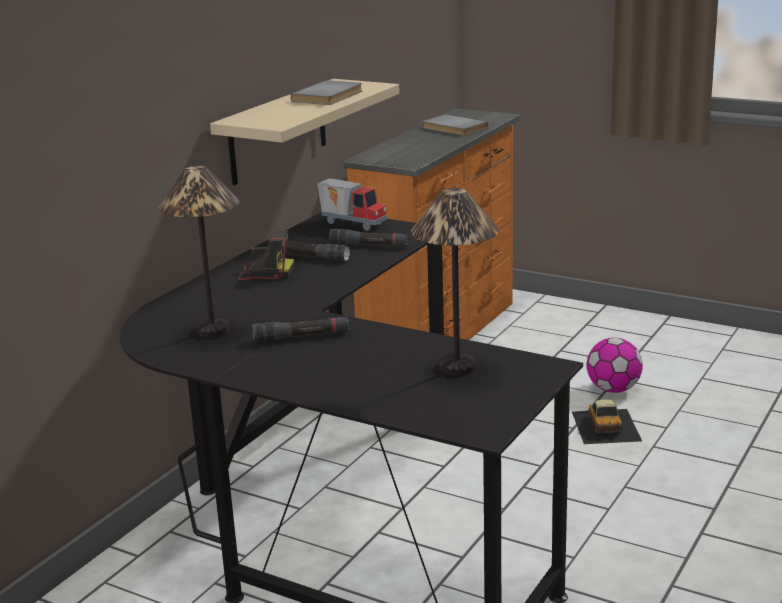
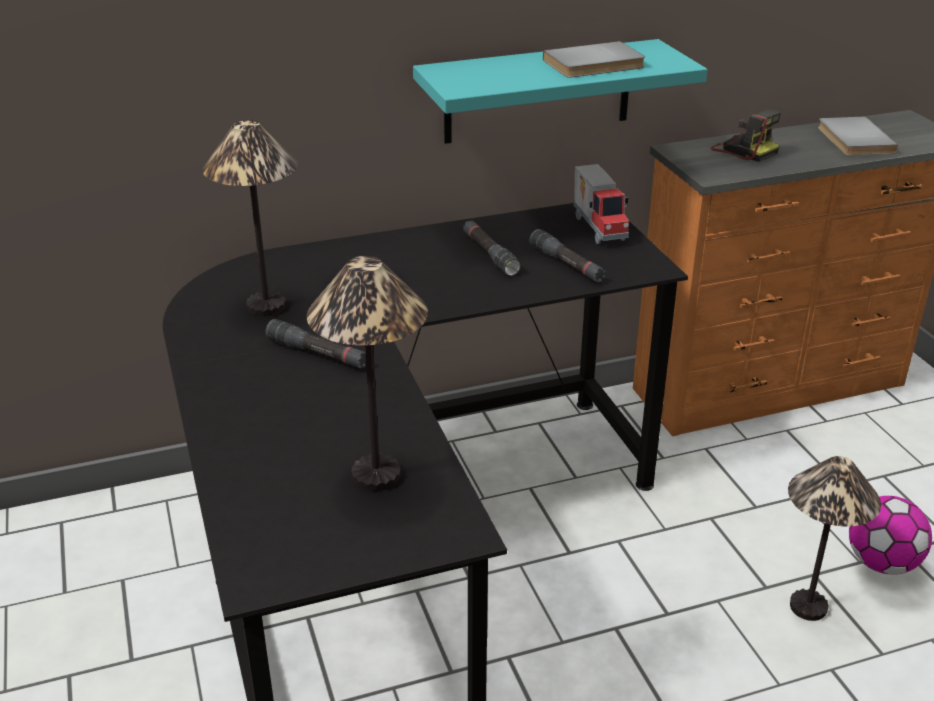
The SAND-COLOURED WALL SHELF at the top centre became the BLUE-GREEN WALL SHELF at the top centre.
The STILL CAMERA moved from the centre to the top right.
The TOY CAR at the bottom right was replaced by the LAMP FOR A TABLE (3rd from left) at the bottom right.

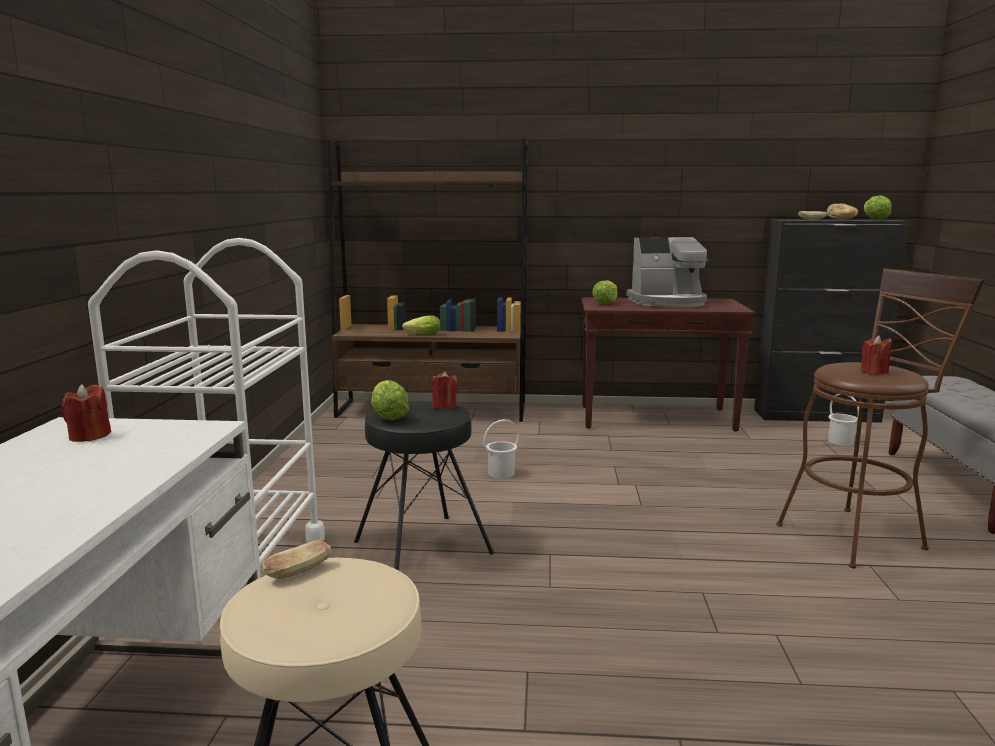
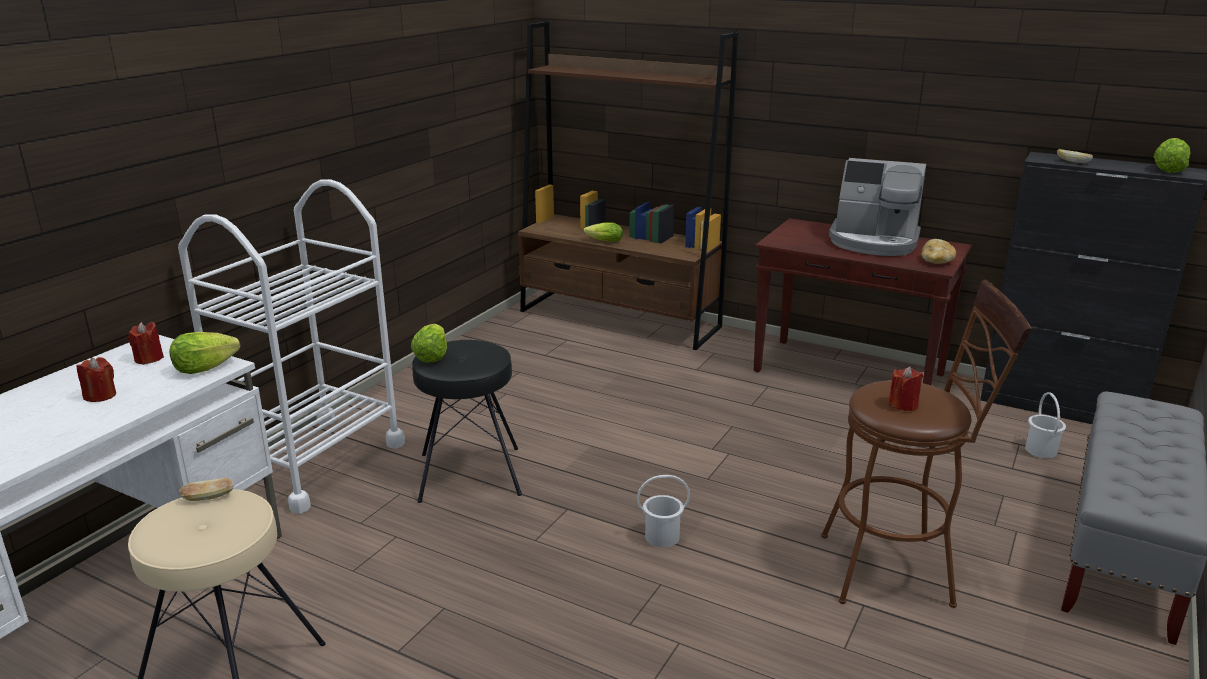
The BAKERY BREAD (3rd from left in the first image) moved from the top right to the middle right.
The LETTUCE (3rd from left in the first image) moved from the centre to the middle left.
The RED WAX LIGHT (2nd from left in the first image) moved from the centre to the middle left.
The WHITE BUCKET (1st from left) moved from the centre to the bottom centre.

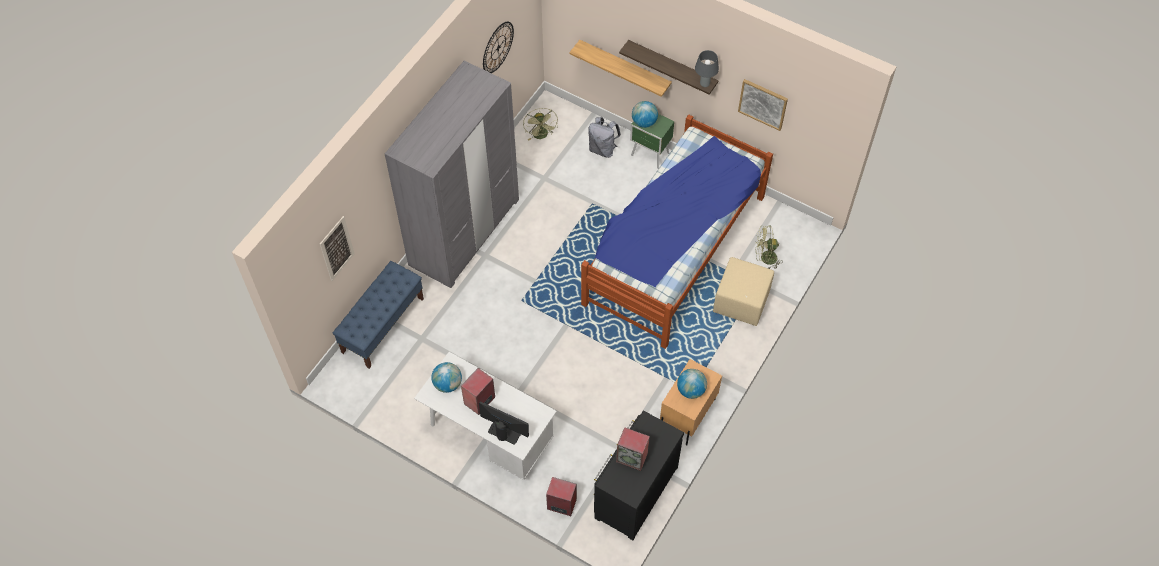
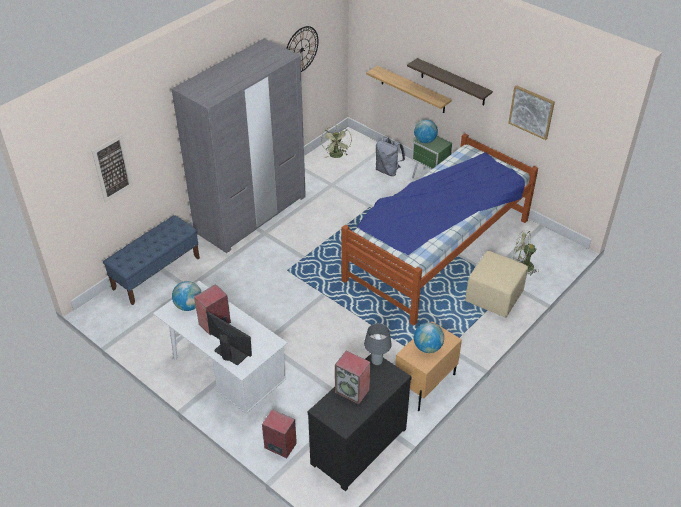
The GREYISH LAMP FOR A TABLE moved from the top centre to the bottom centre.

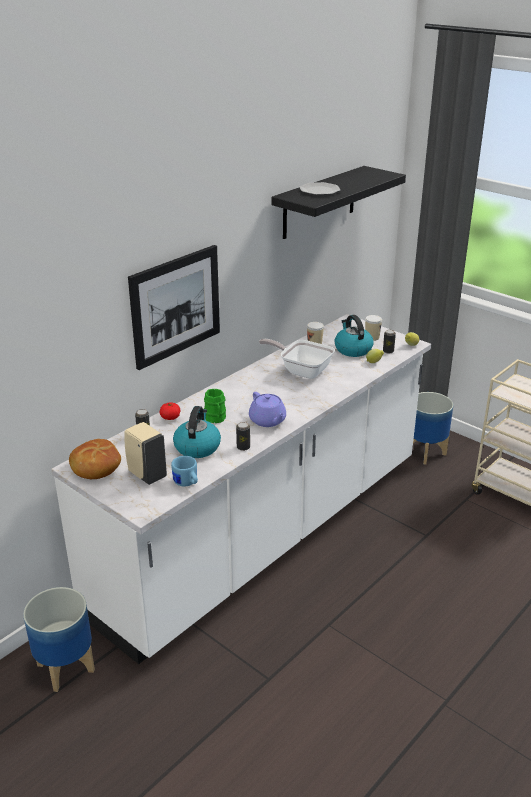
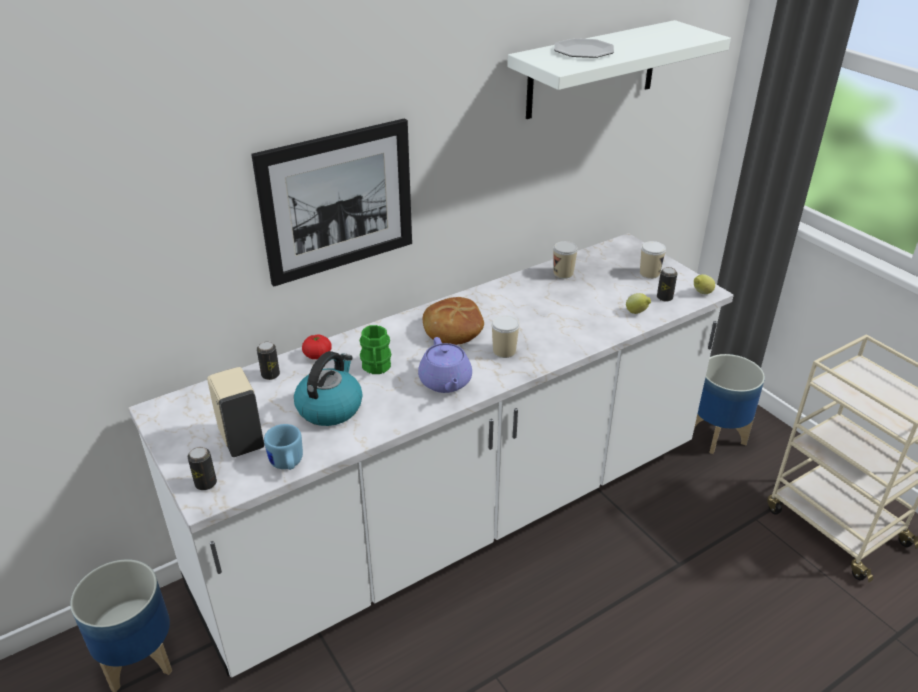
The BLACKISH WALL SHELF at the top centre became the WHITE WALL SHELF at the top right.
The WATER KETTLE (2nd from left) at the middle right disappeared.
The SKILLET at the centre disappeared.
The SEALED CAN (2nd from left in the first image) moved from the centre to the bottom left.
The BAKERY BREAD moved from the middle left to the centre.
The DRINKING CUP (1st from left) at the centre appeared.

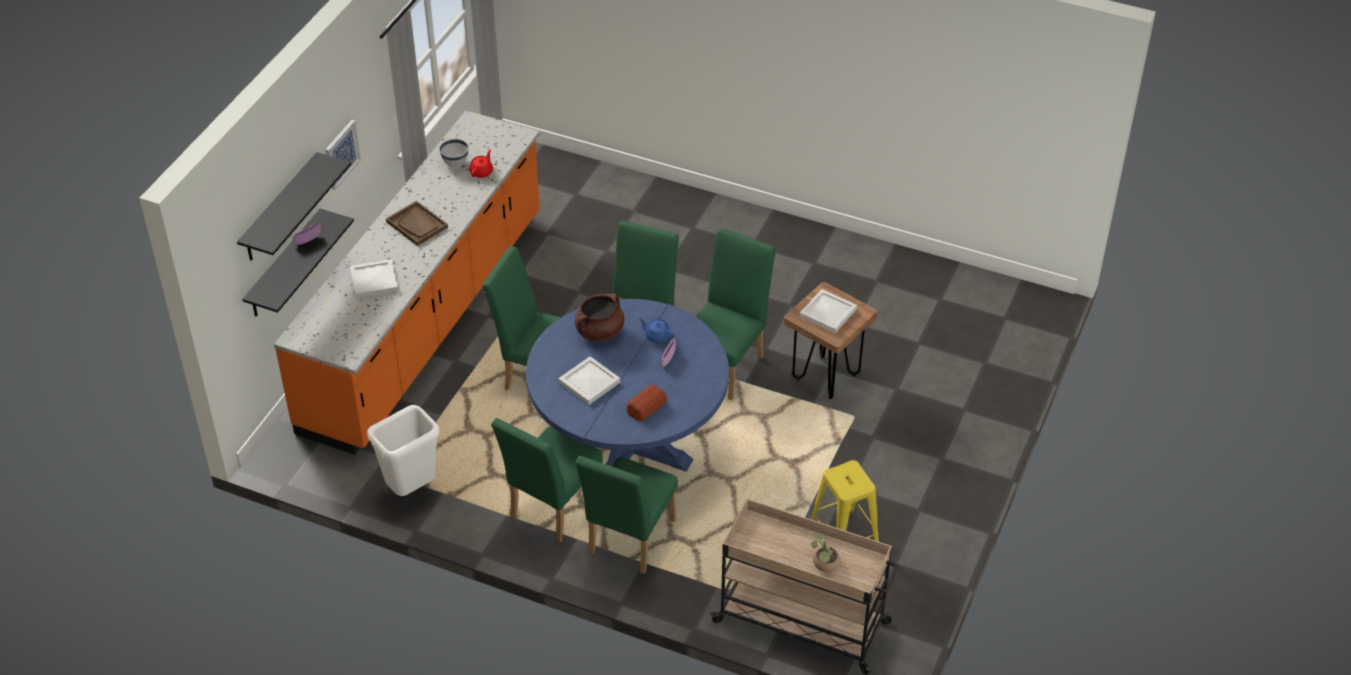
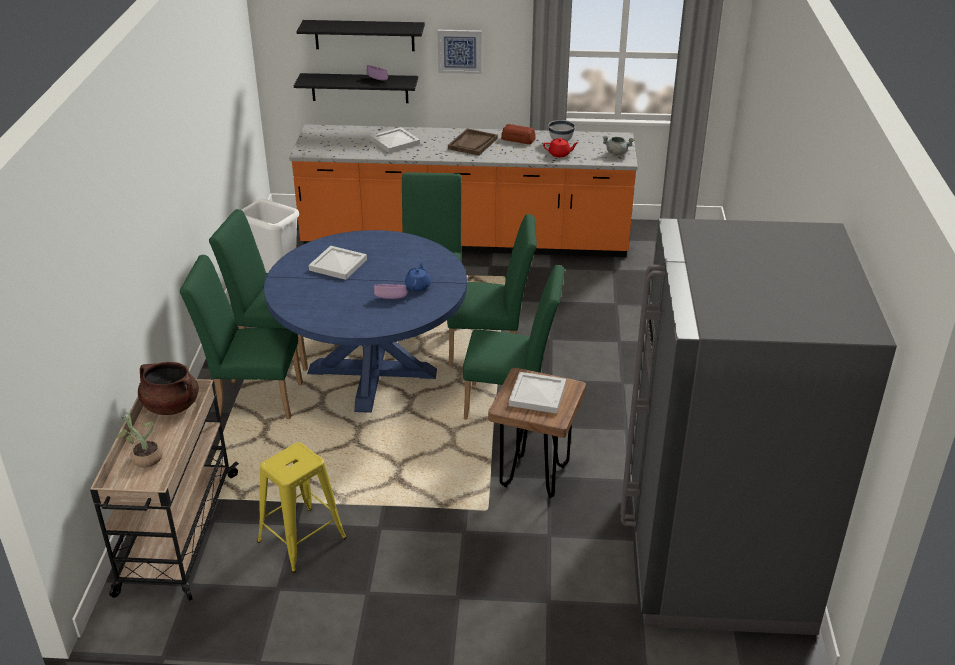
The BROWN-COLOURED SAUCEPOT moved from the centre to the middle left.
The BAKERY BREAD moved from the centre to the top centre.
The GREYISH SAUCEPOT at the top centre appeared.
The GREYISH REFRIGERATOR at the middle right appeared.

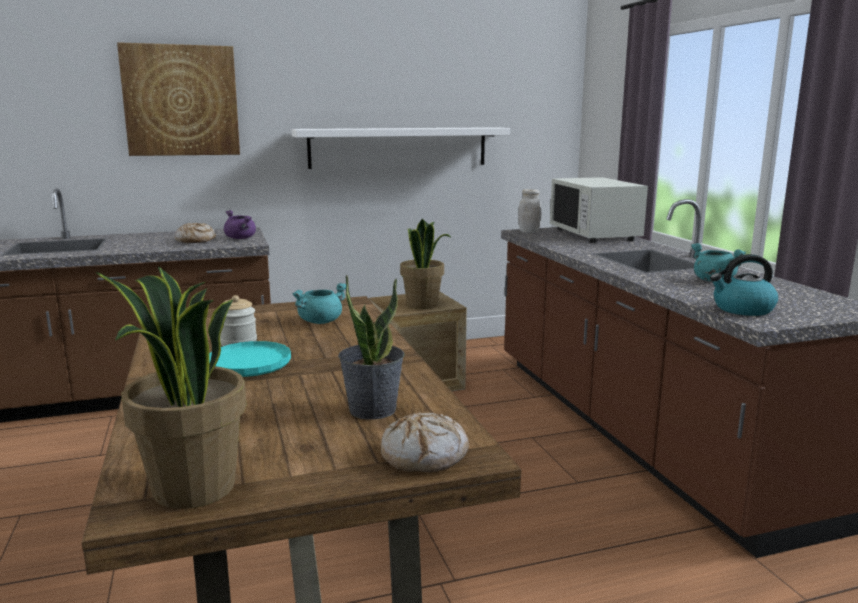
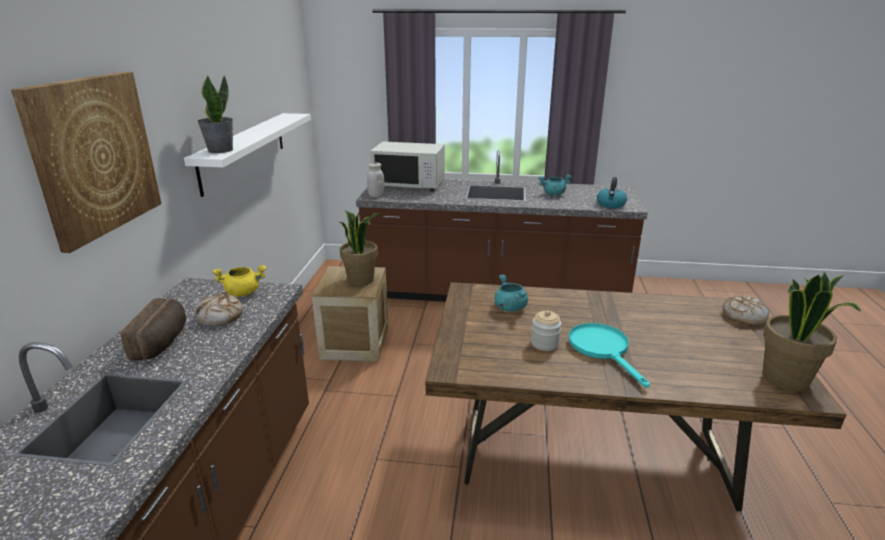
The PURPLE-COLOURED SAUCEPOT at the middle left became the YELLOWISH SAUCEPOT at the middle left.
The HOUSEPLANT (2nd from left in the first image) moved from the centre to the top left.
The BAKERY BREAD (1st from left) at the middle left appeared.

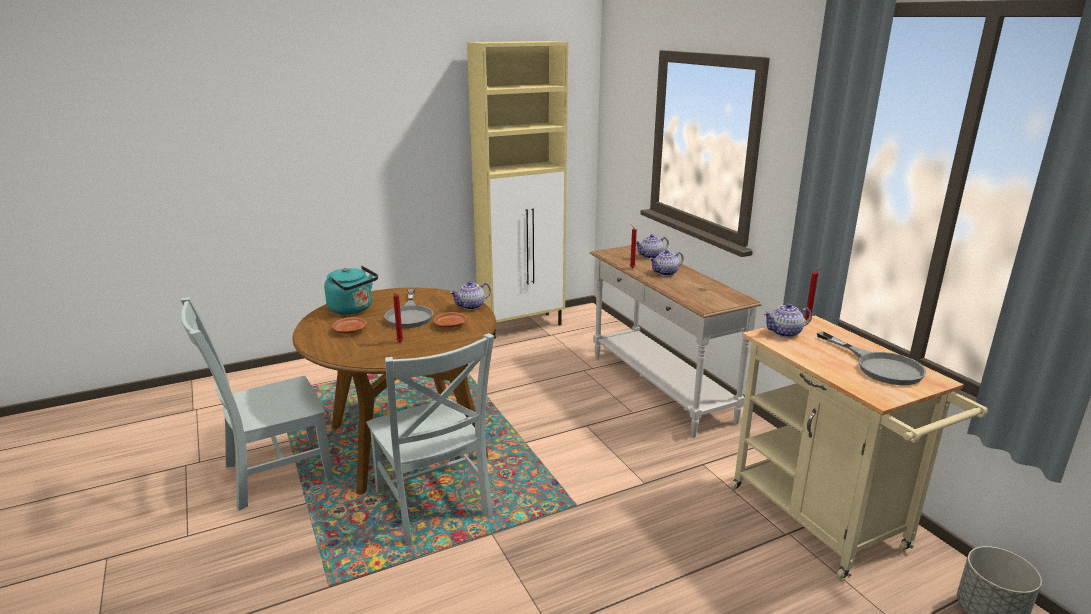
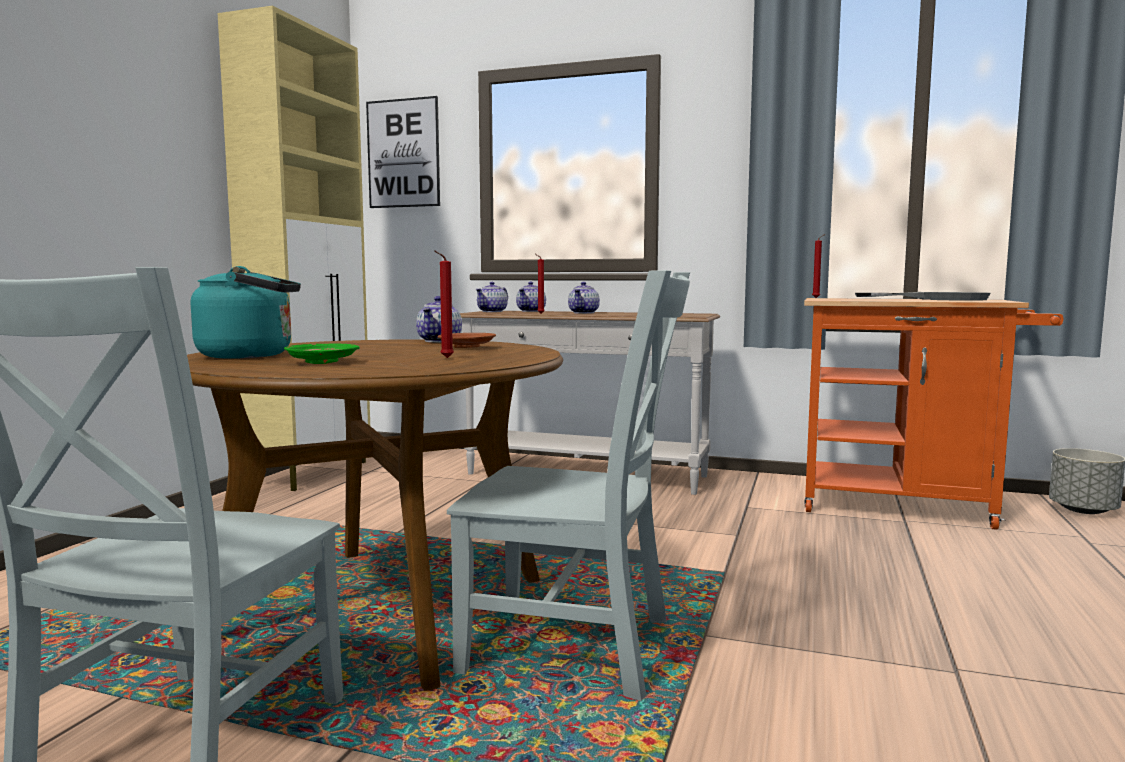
The GREYISH SKILLET (1st from left) at the centre disappeared.
The POT FOR TEA (4th from left in the first image) moved from the middle right to the centre.
The SAND-COLOURED WHEELED CART at the bottom right became the ORANGE WHEELED CART at the middle right.
The BROWN-COLOURED DINNER PLATE (1st from left) at the middle left became the GREENISH DINNER PLATE at the middle left.
The WALL PICTURE at the top centre appeared.

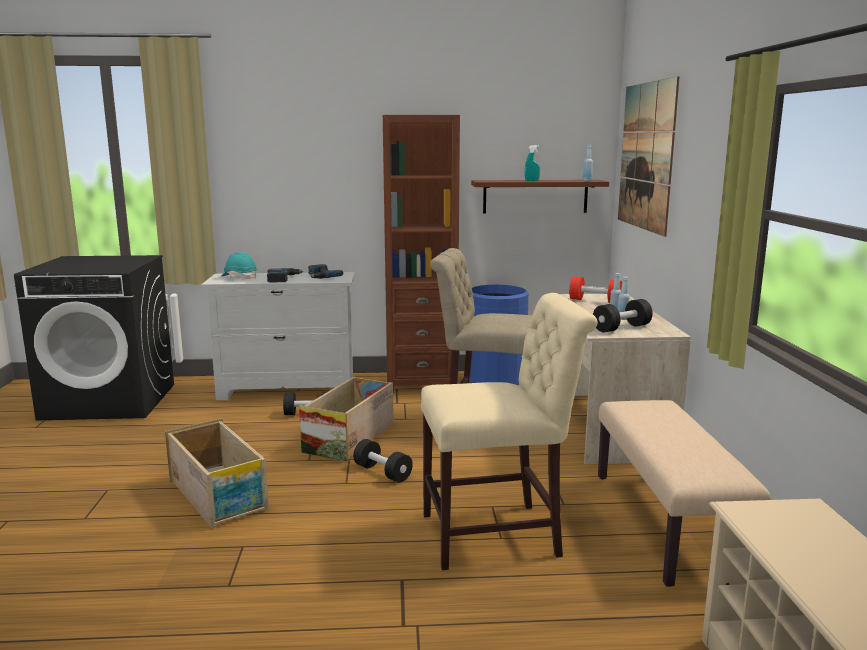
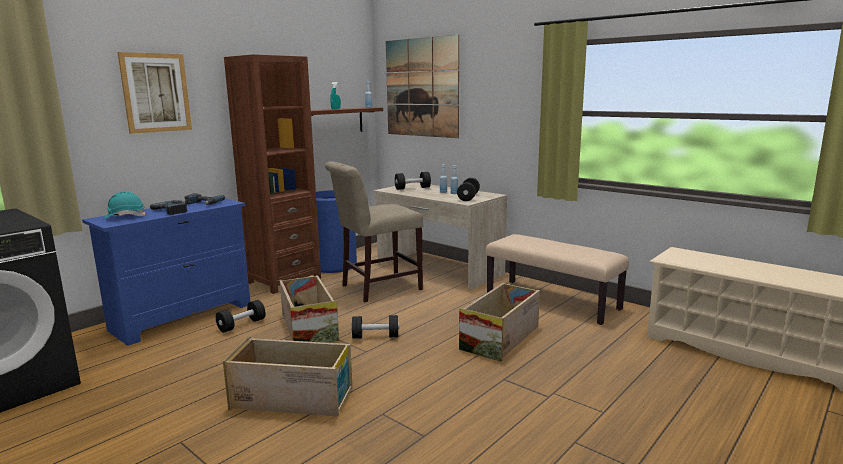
The WHITE CHEST OF DRAWERS at the middle left became the BLUISH CHEST OF DRAWERS at the middle left.
The RED DUMBBELL at the middle right became the BLACKISH DUMBBELL (3rd from left) at the centre.
The SAND-COLOURED PLAIN CHAIR (2nd from left) at the centre was replaced by the SHIPPING CRATE (3rd from left) at the bottom centre.
The WALL PICTURE (1st from left) at the top left appeared.

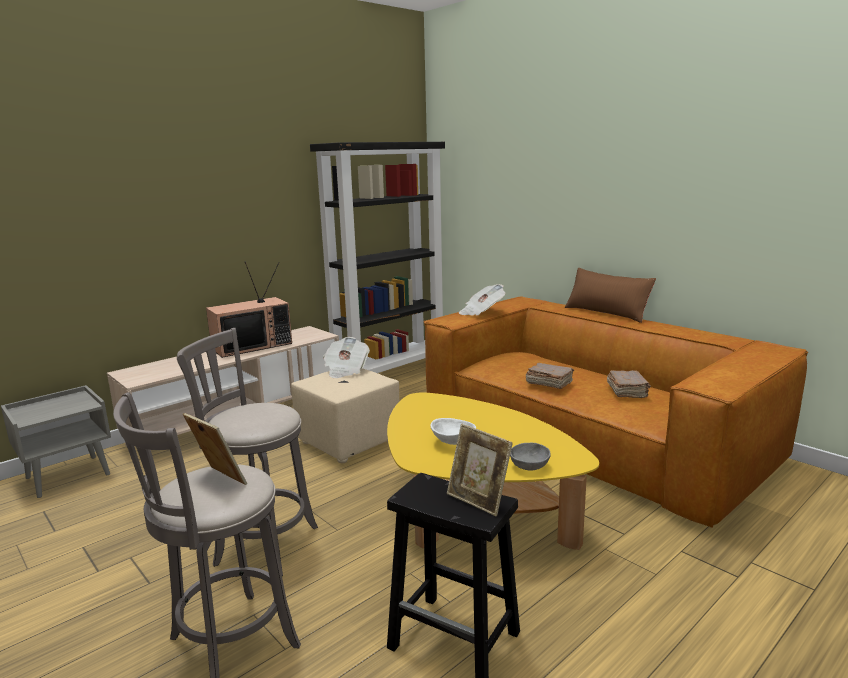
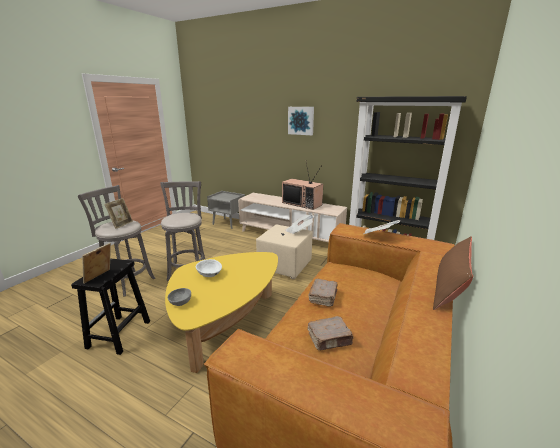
The WALL PICTURE at the top centre appeared.

